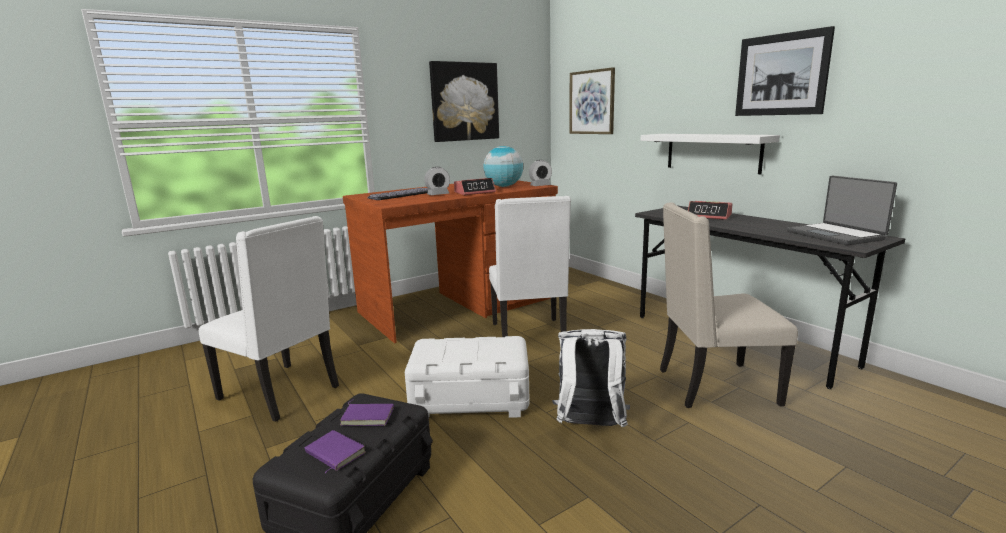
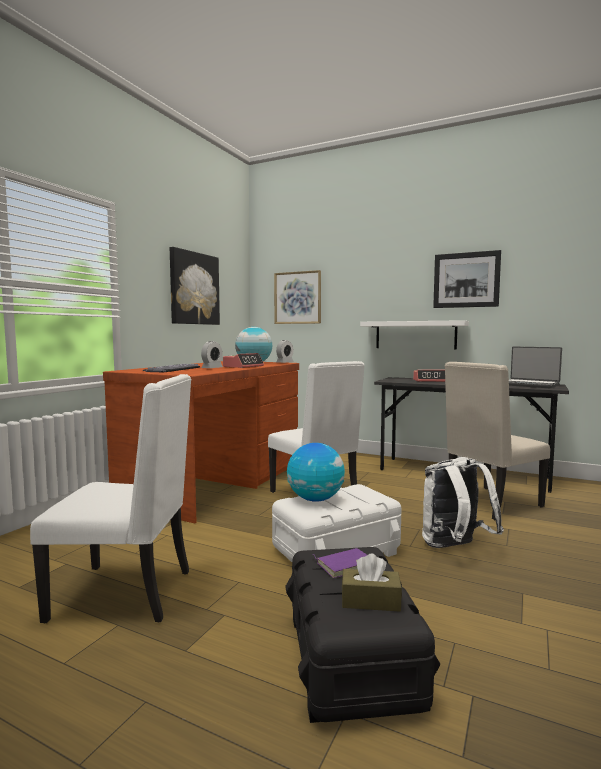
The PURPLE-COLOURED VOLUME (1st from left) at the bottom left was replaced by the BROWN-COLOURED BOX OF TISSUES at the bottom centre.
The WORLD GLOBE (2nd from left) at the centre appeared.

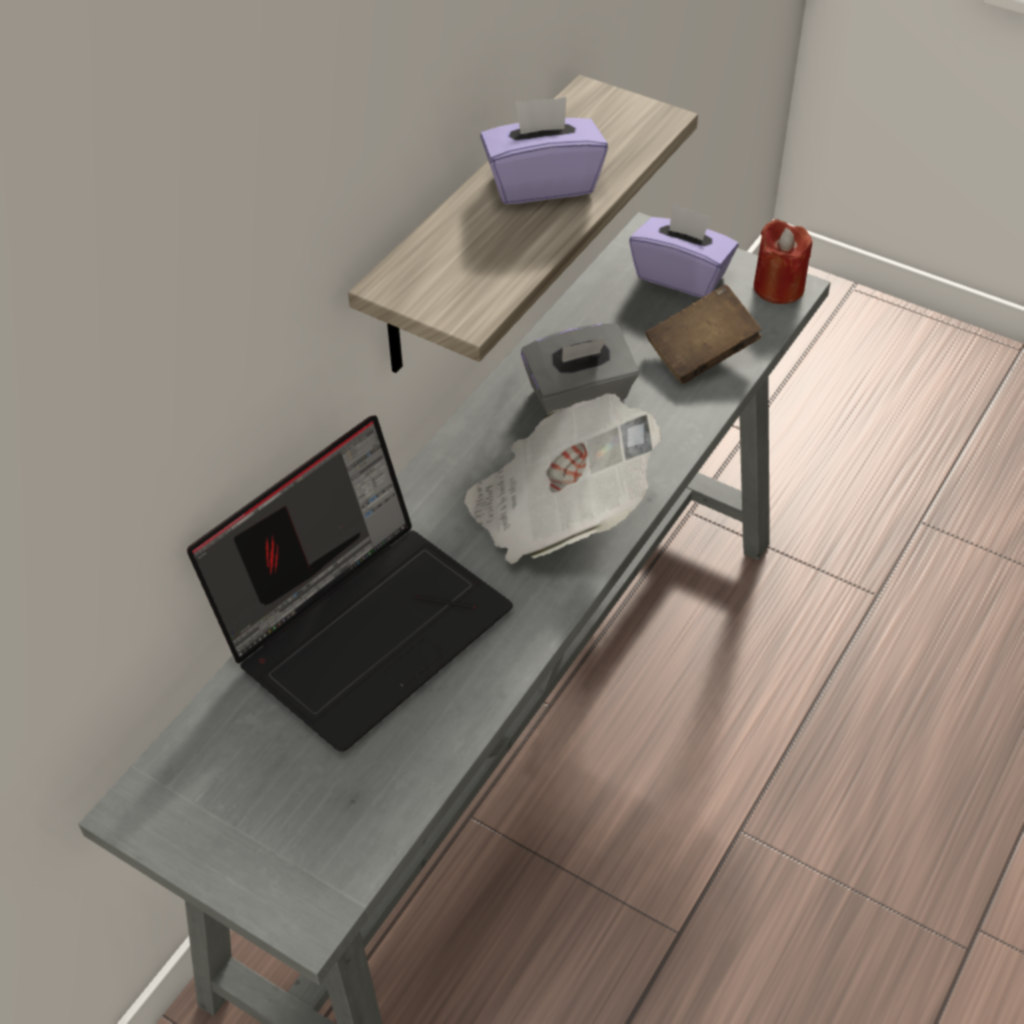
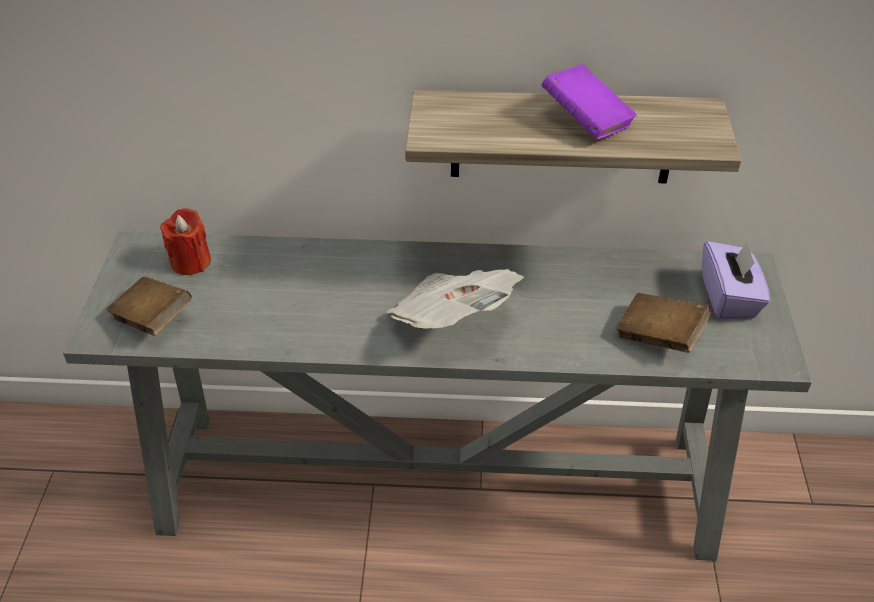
The PURPLE-COLOURED BOX OF TISSUES (1st from left) at the top centre was replaced by the PURPLE-COLOURED VOLUME at the top right.
The RED WAX LIGHT moved from the top right to the middle left.
The GREYISH BOX OF TISSUES at the centre disappeared.
The LAPTOP at the centre disappeared.
The BROWN-COLOURED VOLUME (1st from left) at the middle left appeared.

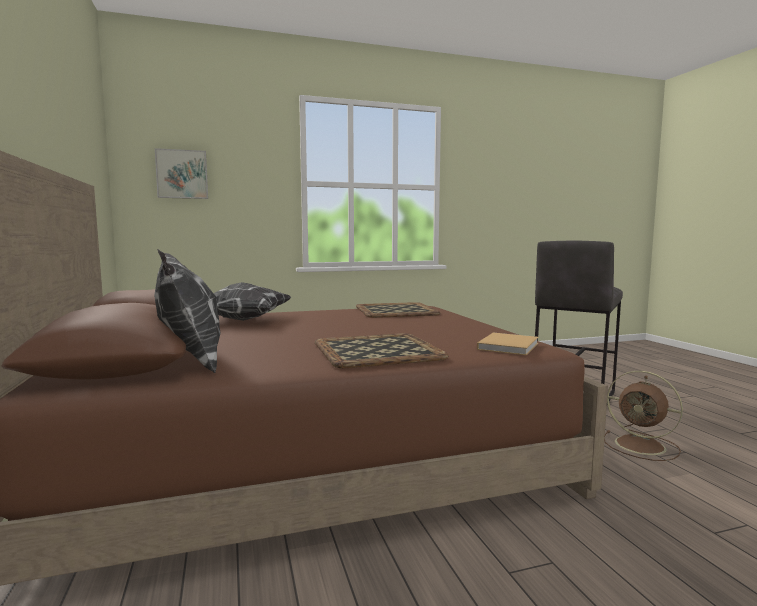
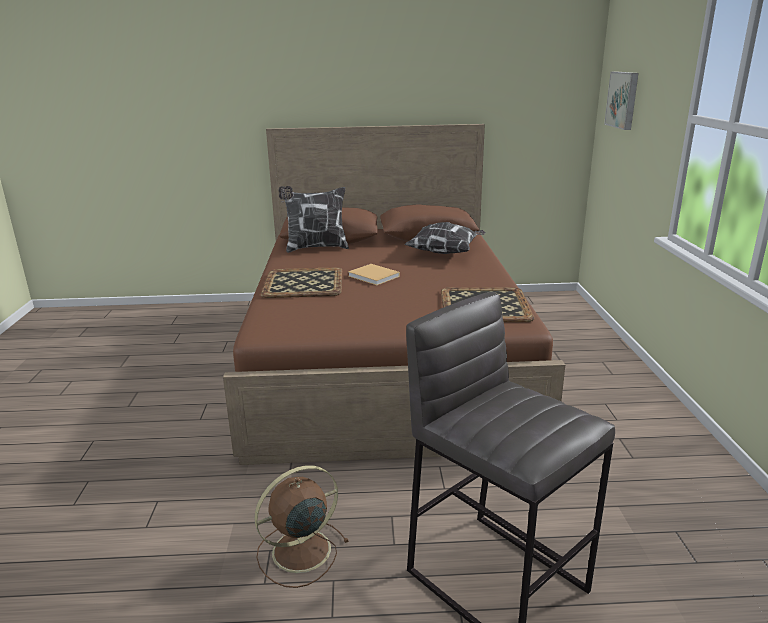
The SAND-COLOURED VOLUME moved from the middle right to the centre.

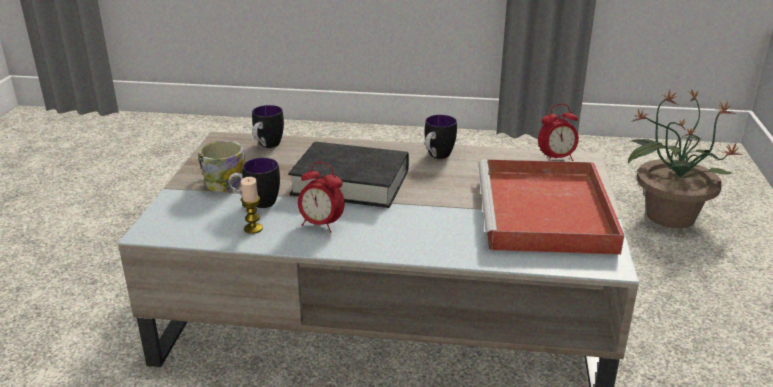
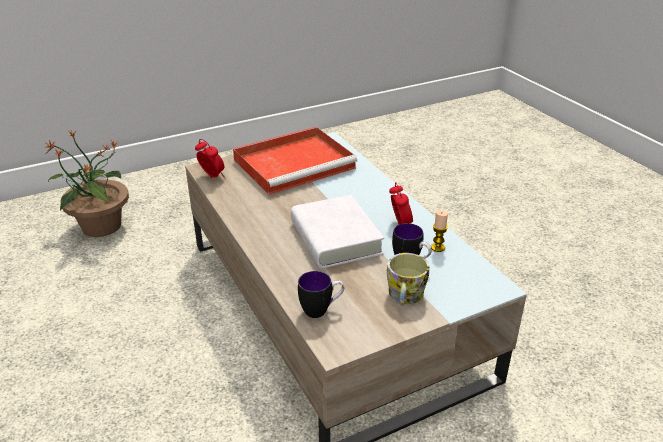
The MUG (4th from left) at the centre disappeared.
The BLACKISH VOLUME at the centre became the WHITE VOLUME at the centre.

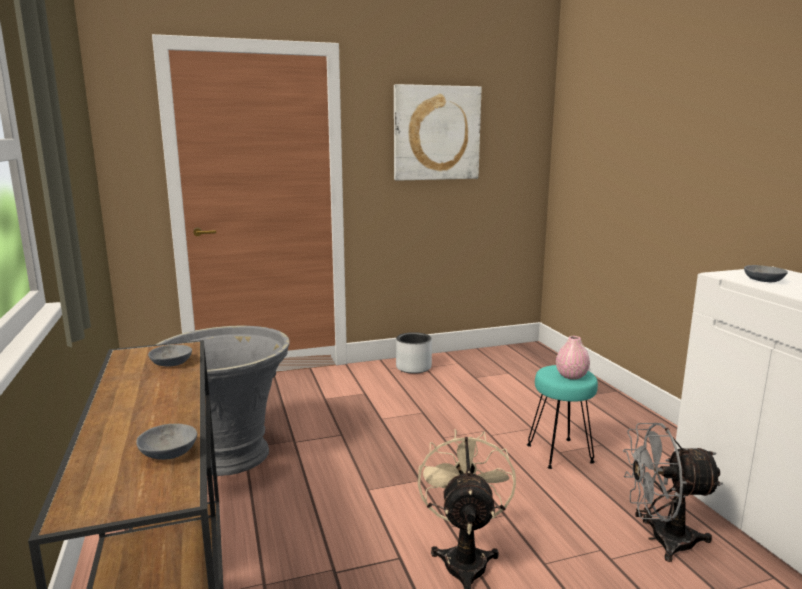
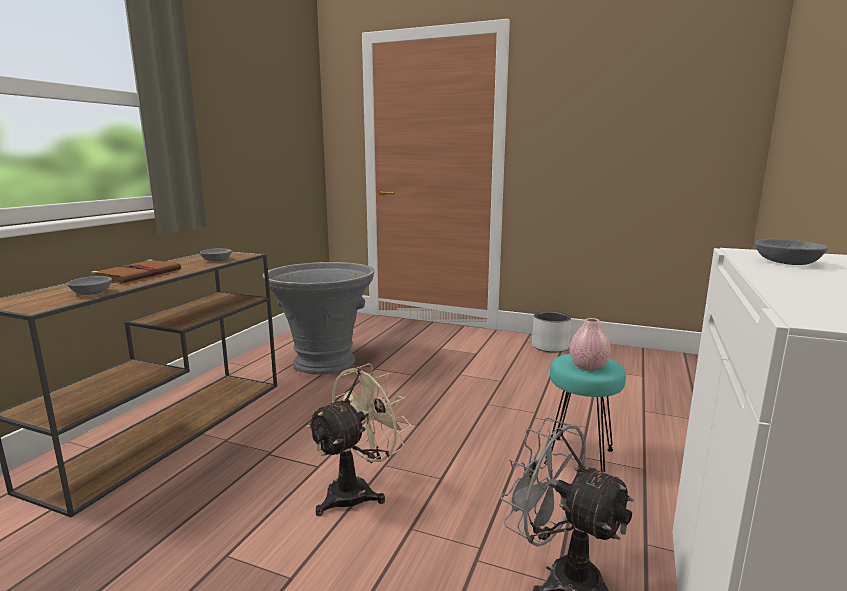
The WALL PICTURE at the top centre disappeared.
The BROWN-COLOURED VOLUME at the middle left appeared.

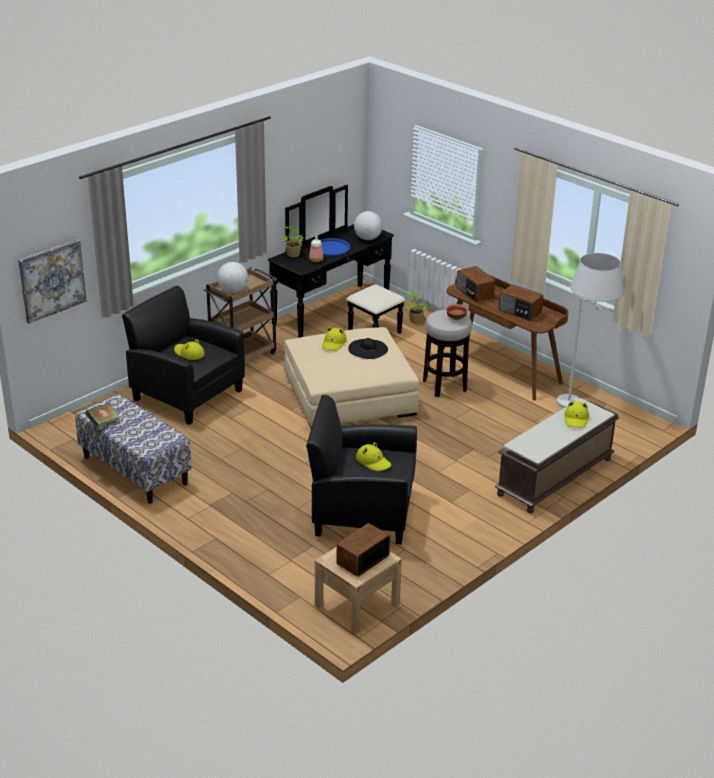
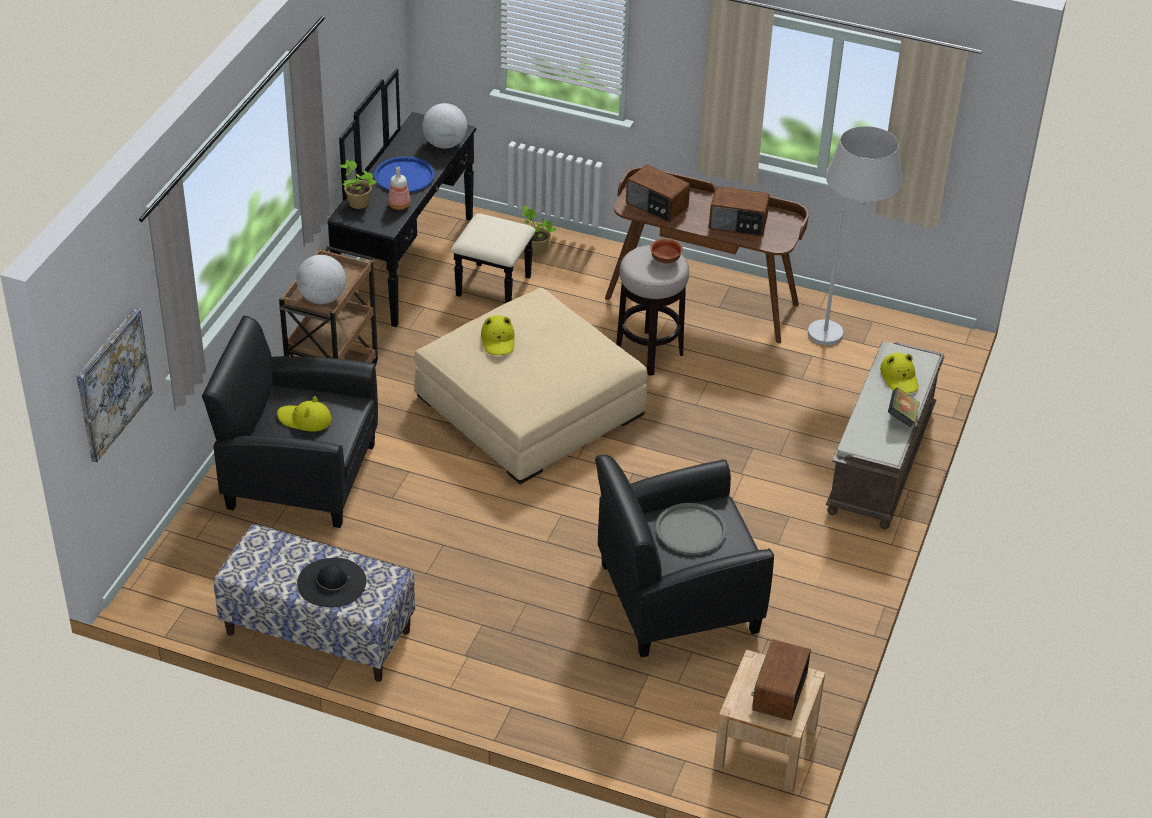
The BLACKISH CLOTHING HAT moved from the centre to the bottom left.
The VOLUME moved from the middle left to the middle right.
The YELLOWISH CLOTHING HAT (3rd from left) at the centre was replaced by the GREYISH TRAY at the centre.

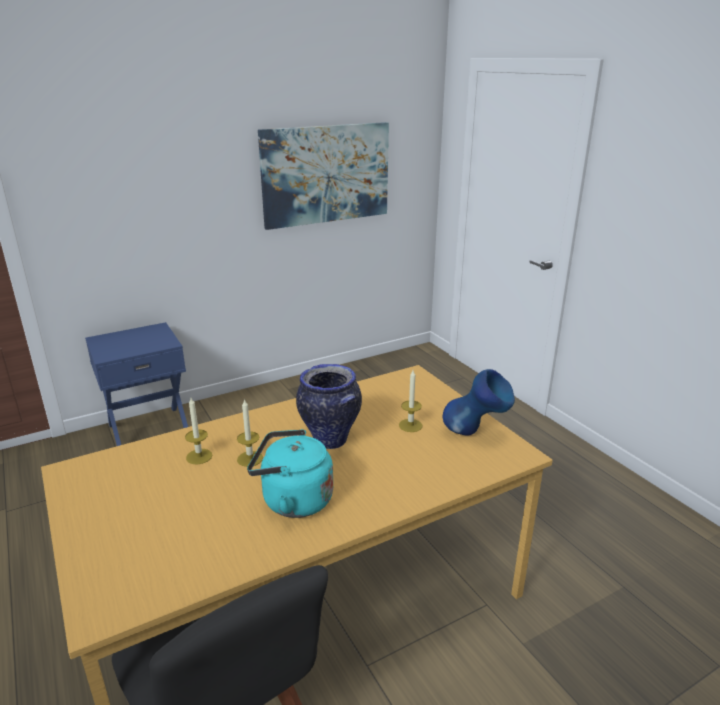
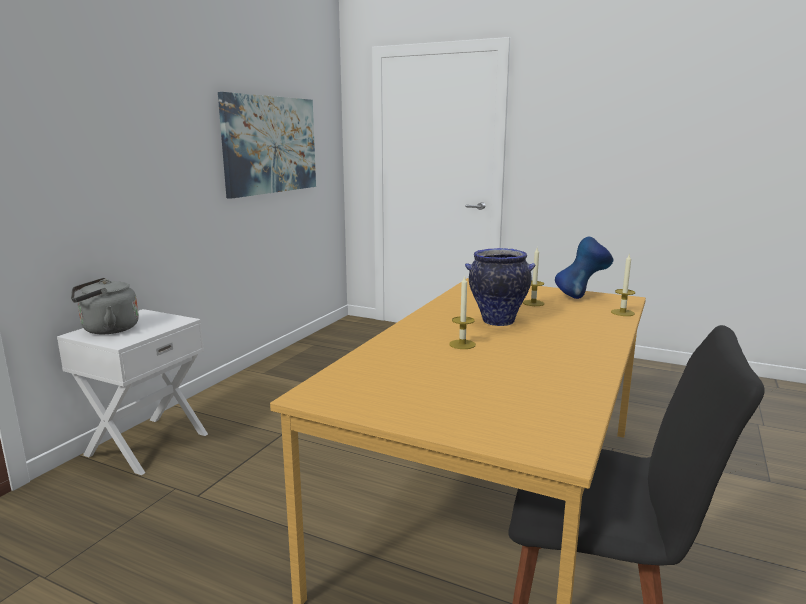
The BLUISH NIGHT TABLE at the middle left became the WHITE NIGHT TABLE at the middle left.
The WAX LIGHT (1st from left in the first image) moved from the middle left to the middle right.
The BLUE-GREEN WATER KETTLE at the bottom centre disappeared.
The GREYISH WATER KETTLE at the middle left appeared.

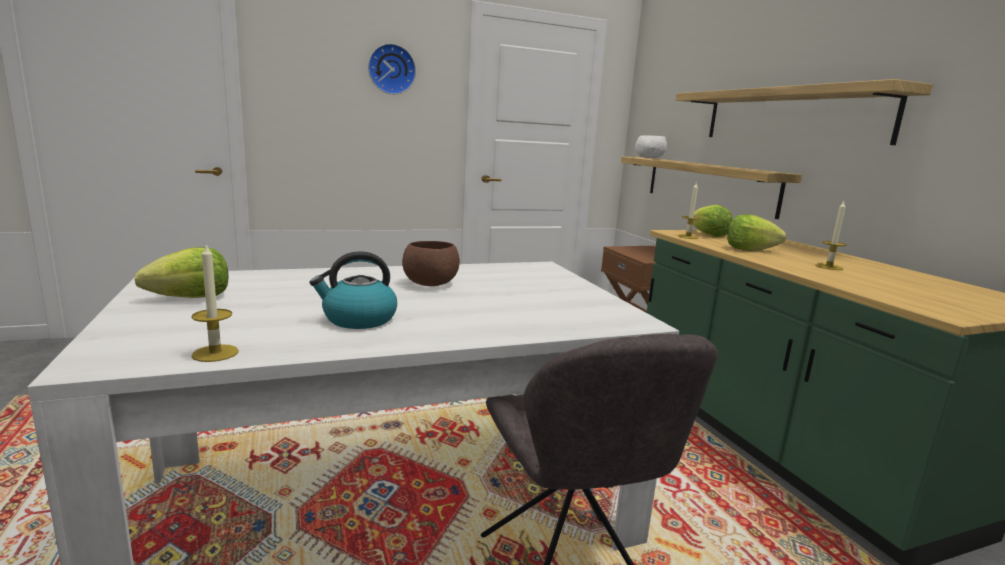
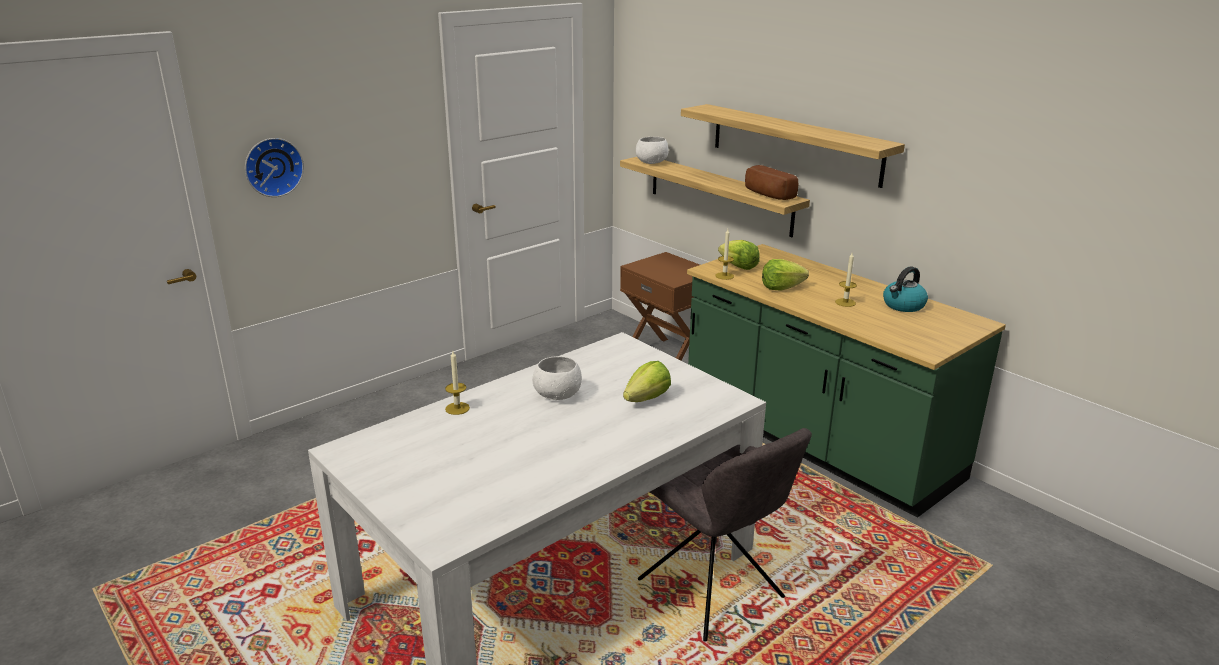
The CLOCK ON THE WALL moved from the top centre to the top left.
The BROWN-COLOURED SERVING BOWL at the centre became the WHITE SERVING BOWL (1st from left) at the centre.
The WAX LIGHT (1st from left) moved from the middle left to the centre.
The LETTUCE (1st from left) moved from the middle left to the centre.
The WATER KETTLE moved from the centre to the middle right.
The BAKERY BREAD at the top centre appeared.

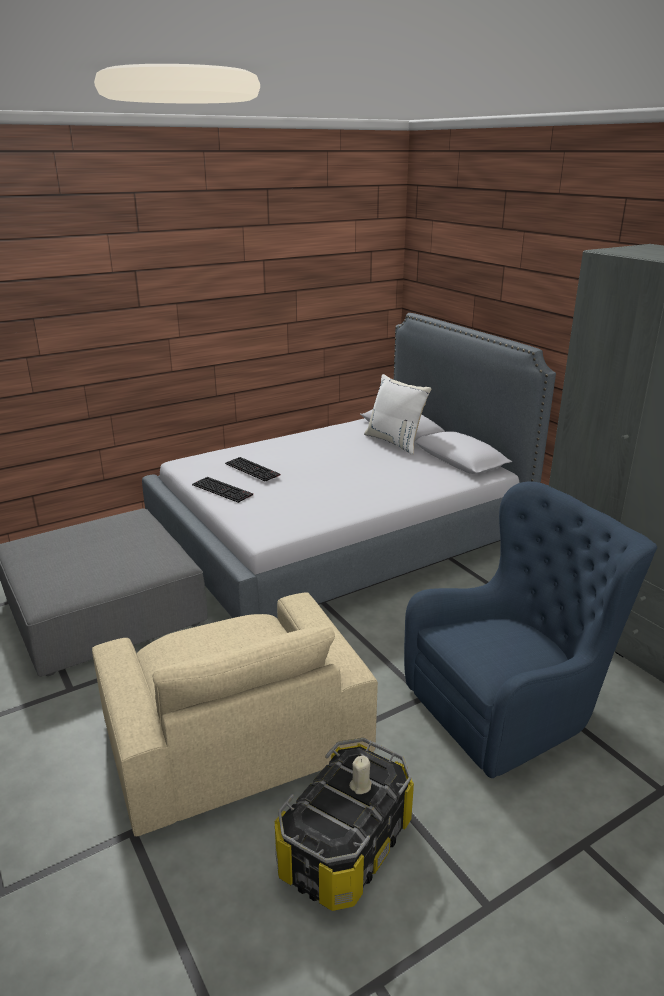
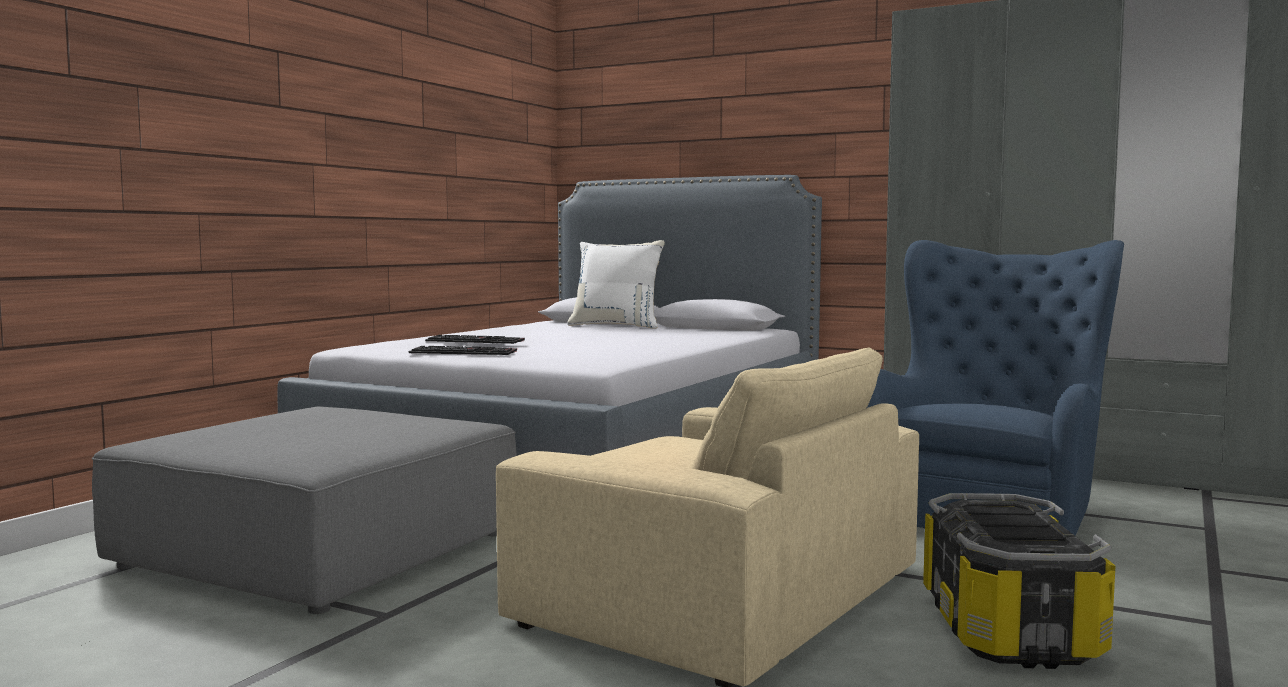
The SAND-COLOURED WAX LIGHT at the bottom centre disappeared.

